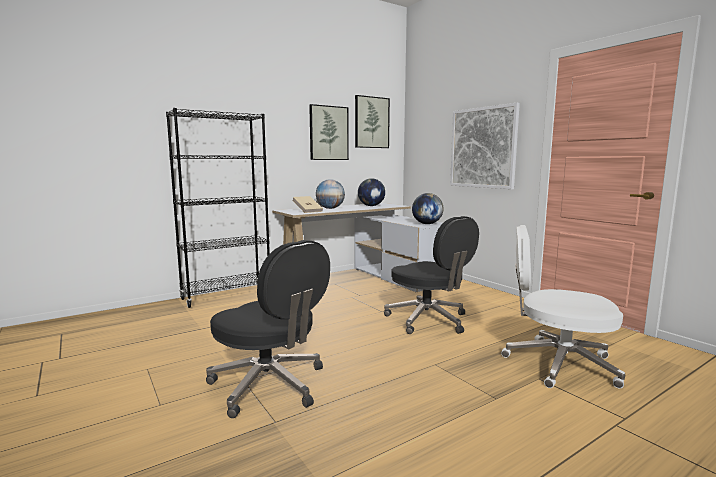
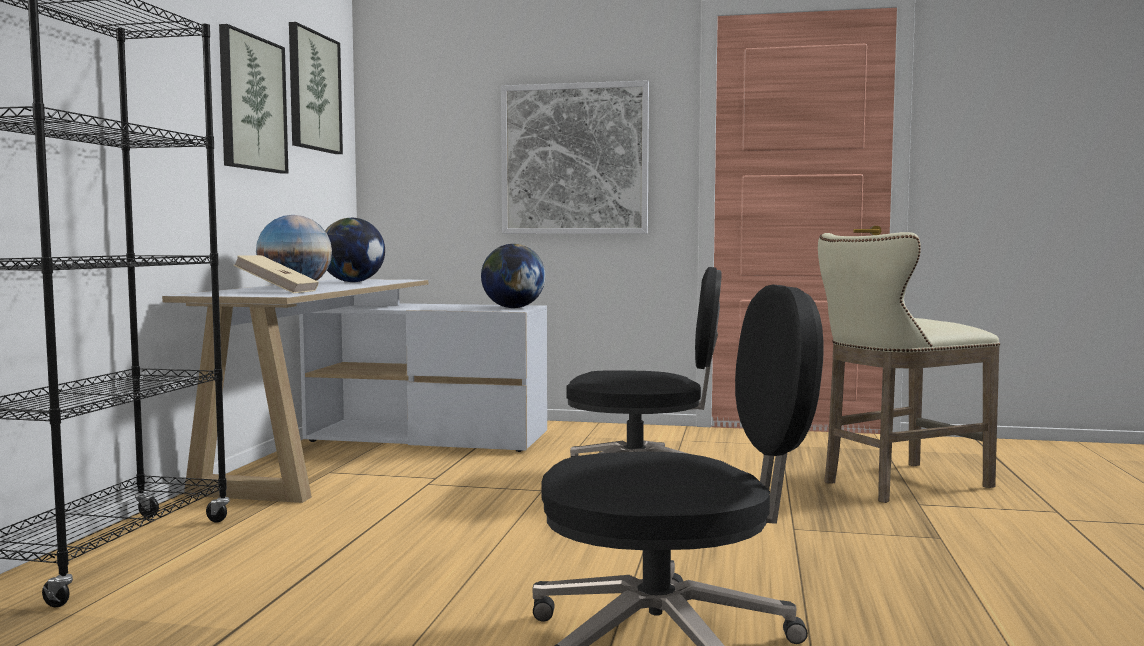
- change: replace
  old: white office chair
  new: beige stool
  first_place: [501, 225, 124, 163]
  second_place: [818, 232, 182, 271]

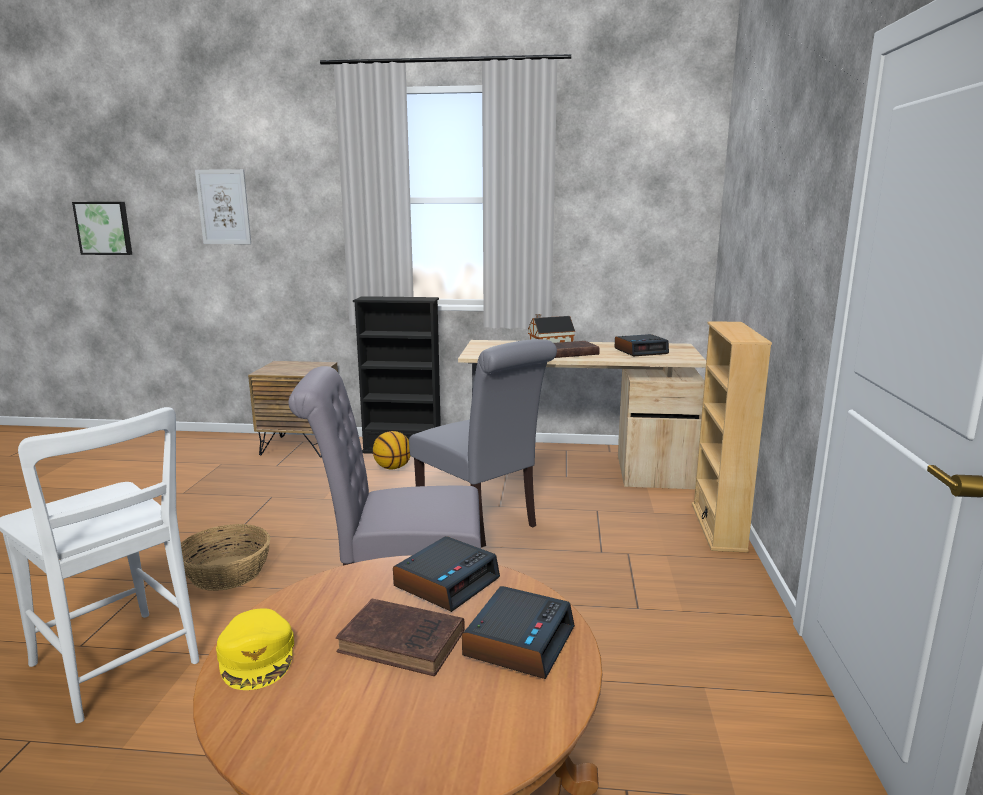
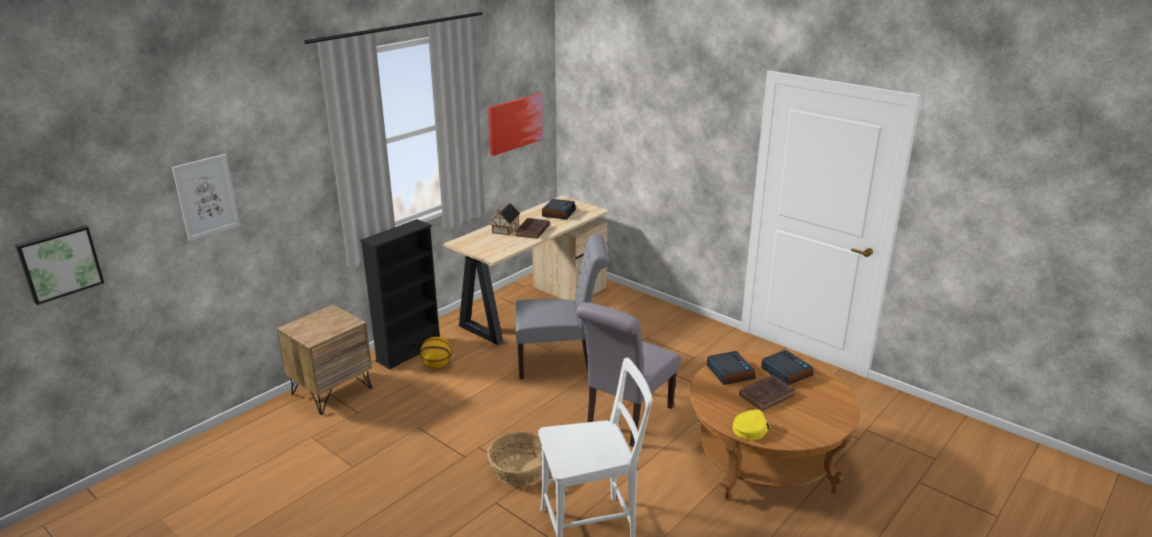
- change: insert
  new: picture
  second_place: [488, 94, 55, 62]
- change: rotate
  old: yellow cap
  first_place: [216, 608, 78, 82]
  second_place: [733, 409, 38, 31]
  degrees: -60
- change: delete
  old: beige bookcase
  first_place: [692, 321, 80, 232]

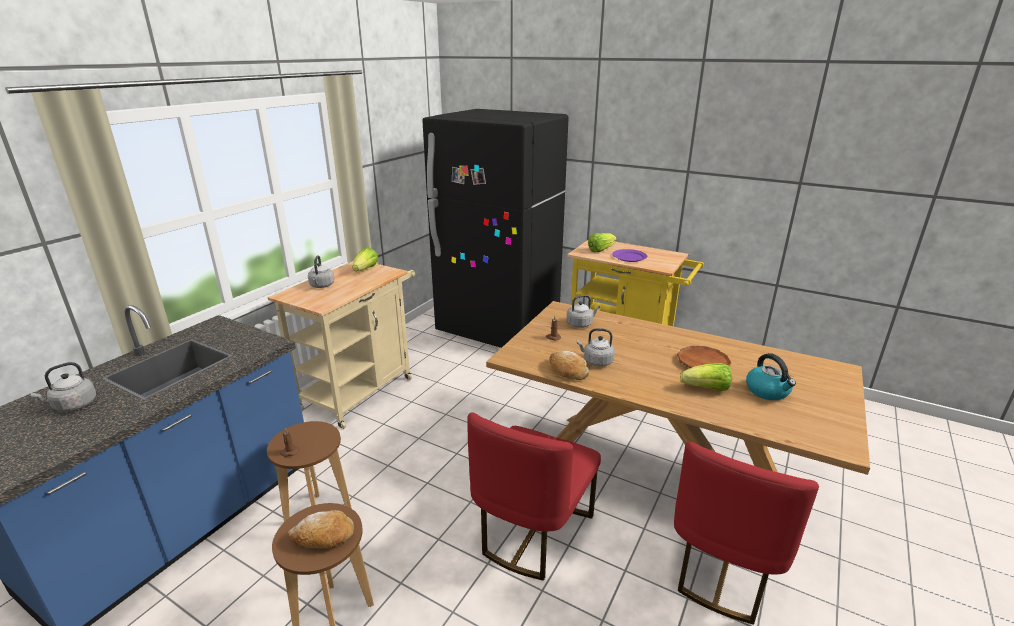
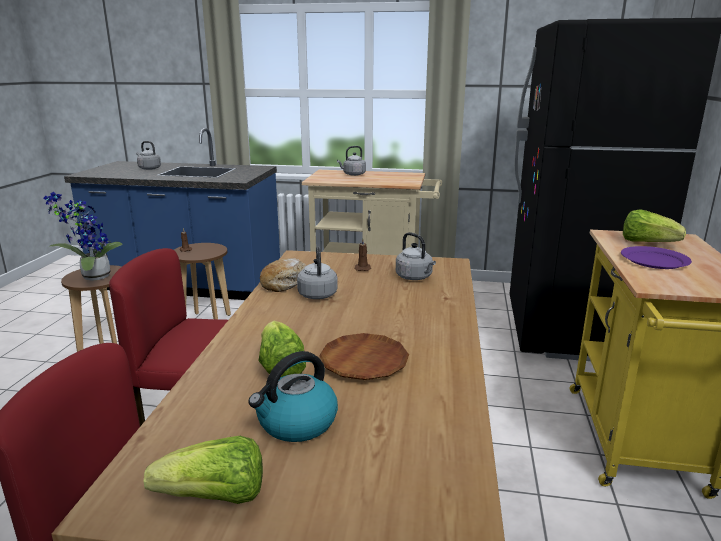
- change: replace
  old: bread
  new: potted plant
  first_place: [288, 510, 66, 39]
  second_place: [44, 192, 79, 89]
- change: move
  old: lettuce
  first_place: [352, 248, 26, 23]
  second_place: [144, 436, 119, 68]

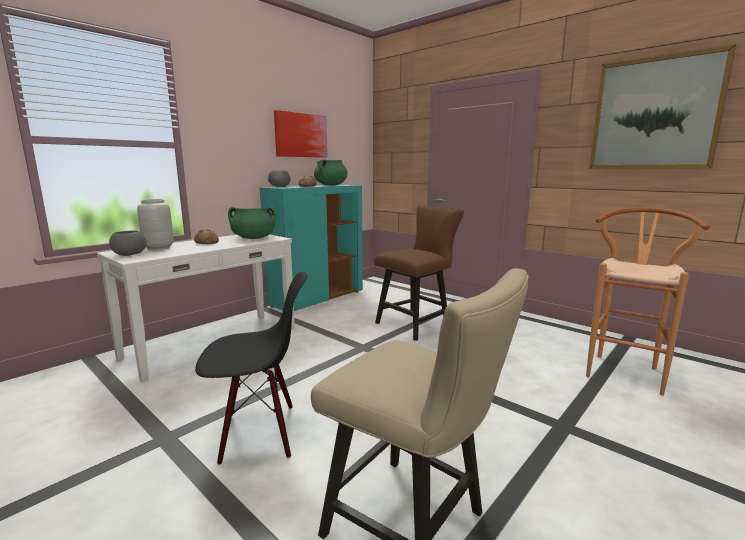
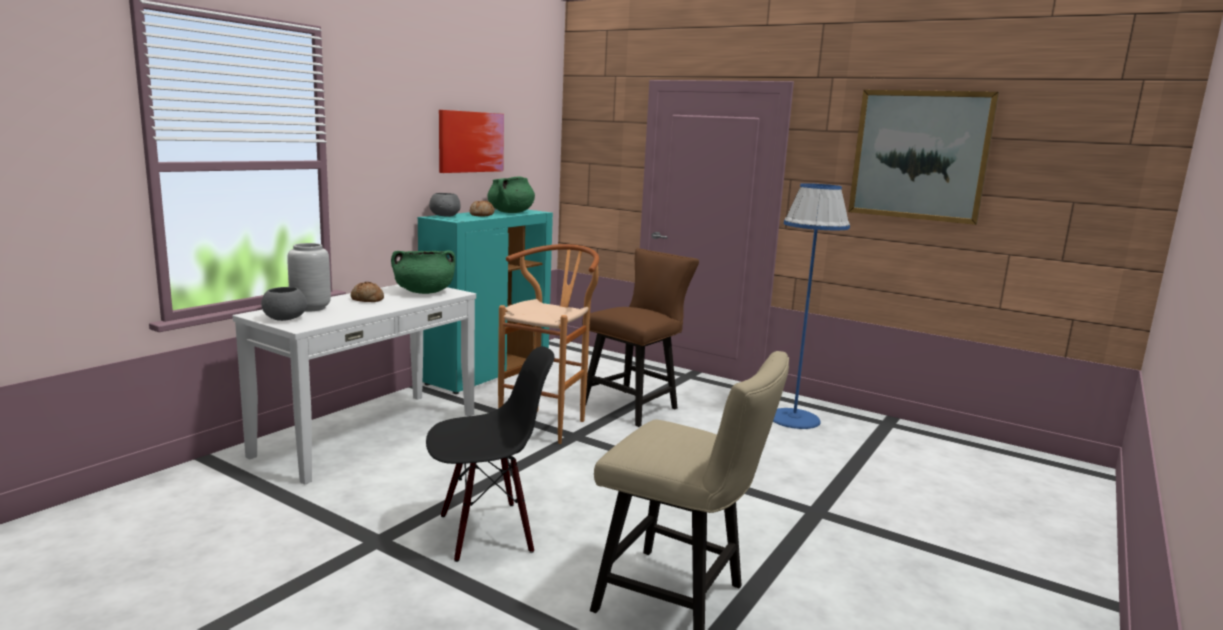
- change: move
  old: brown stool
  first_place: [586, 207, 124, 189]
  second_place: [498, 244, 101, 200]
- change: insert
  new: blue floor lamp
  second_place: [773, 183, 77, 246]

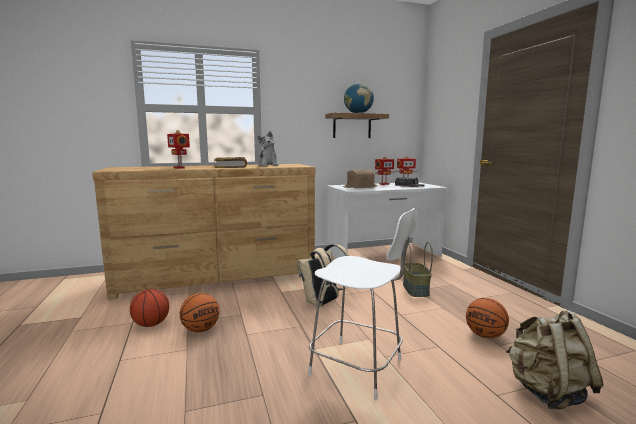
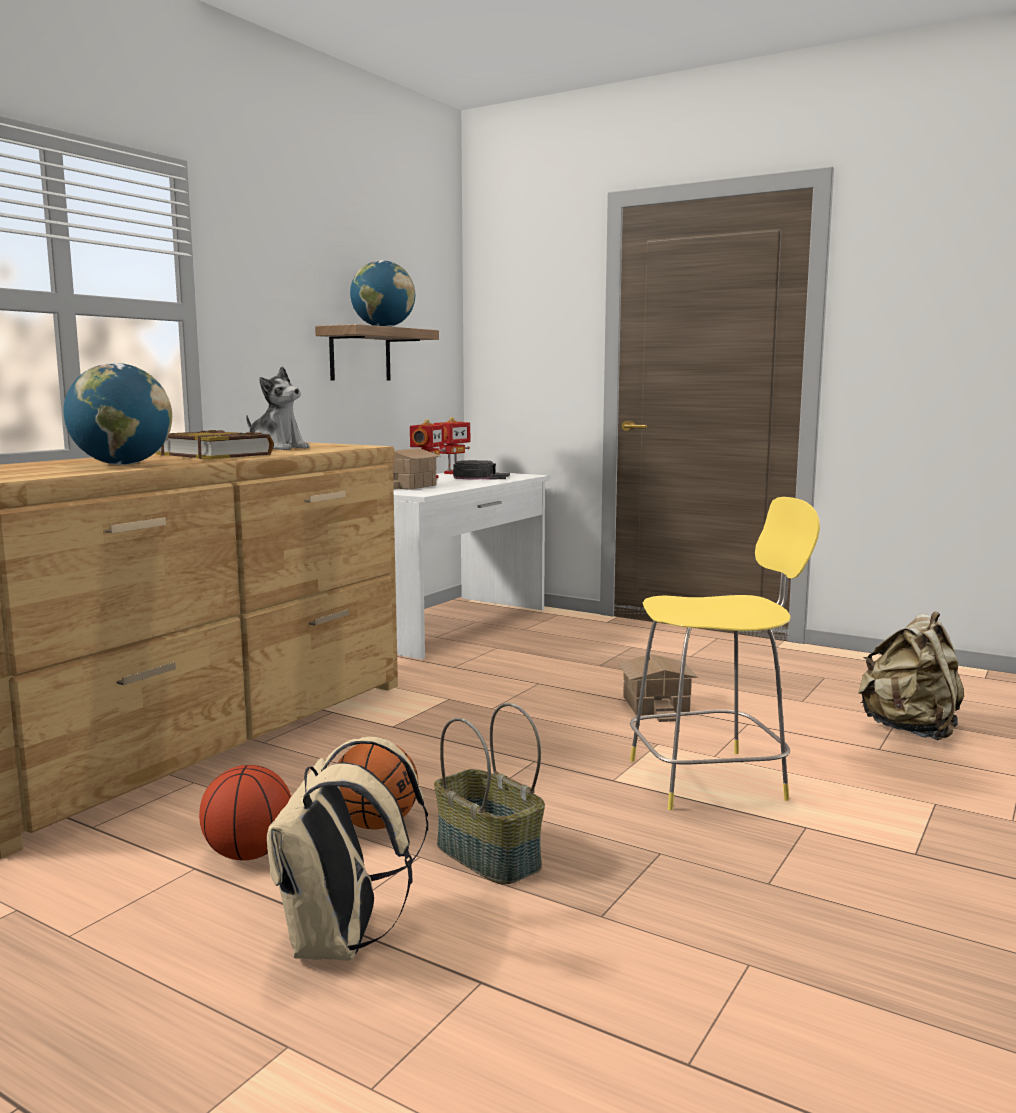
- change: replace
  old: toy robot
  new: globe
  first_place: [167, 130, 23, 39]
  second_place: [63, 363, 109, 102]
- change: move
  old: beige backpack
  first_place: [297, 244, 52, 63]
  second_place: [267, 737, 161, 224]
- change: move
  old: basket
  first_place: [403, 242, 30, 55]
  second_place: [434, 703, 111, 182]
- change: insert
  new: toy house
  second_place: [618, 654, 80, 68]
- change: recolor
  old: white stool
  new: yellow stool
  first_place: [308, 208, 110, 192]
  second_place: [630, 497, 190, 313]
- change: delete
  old: basketball
  first_place: [466, 298, 43, 41]

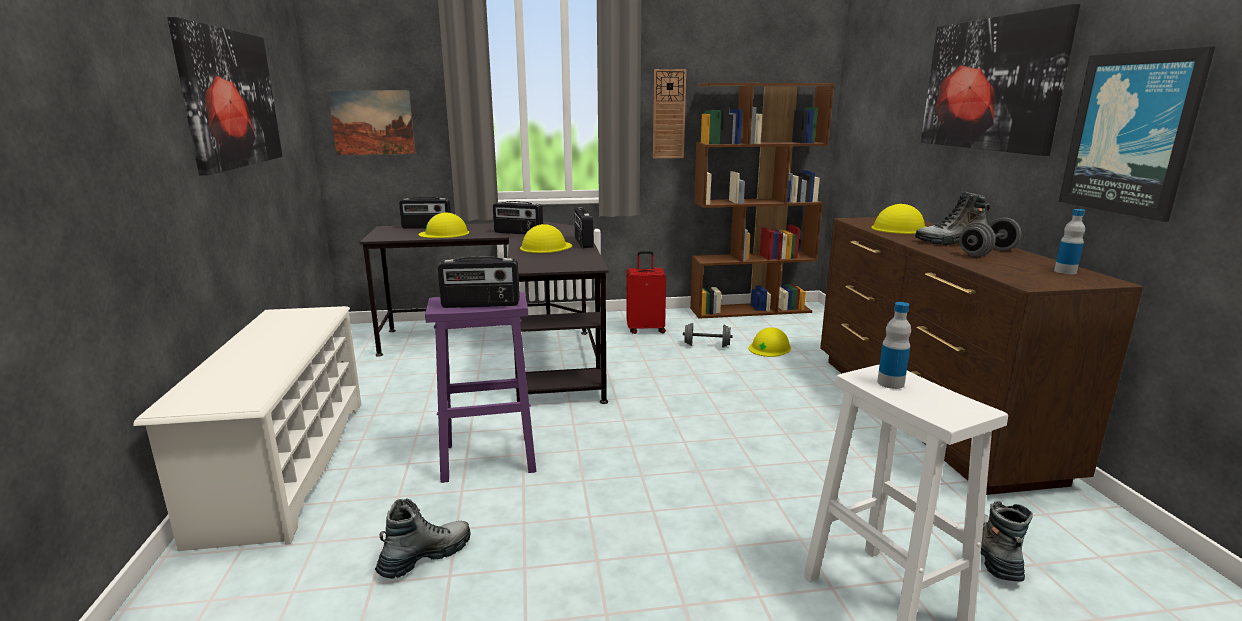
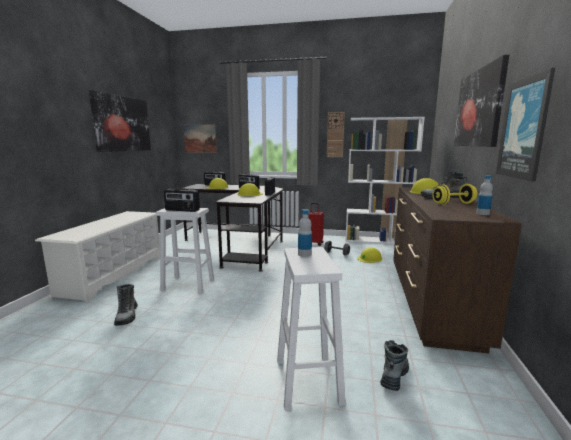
- change: rotate
  old: boot
  first_place: [375, 498, 95, 81]
  second_place: [114, 284, 24, 42]
  degrees: 105
- change: recolor
  old: purple stool
  new: white stool
  first_place: [425, 292, 111, 191]
  second_place: [156, 208, 58, 86]
- change: recolor
  old: brown bookcase
  new: white bookcase
  first_place: [690, 83, 145, 236]
  second_place: [345, 117, 80, 127]
- change: recolor
  old: grey dumbbell
  new: yellow dumbbell
  first_place: [959, 217, 63, 40]
  second_place: [432, 184, 46, 21]

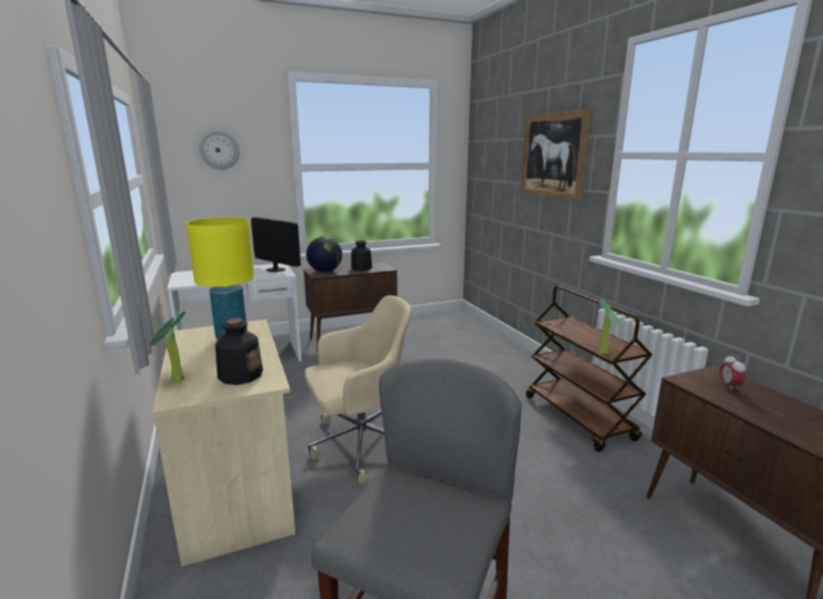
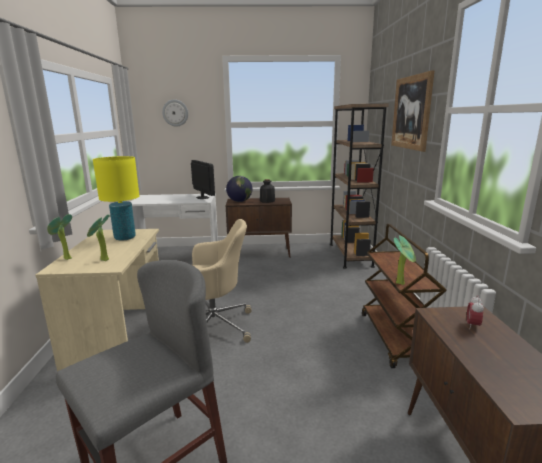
- change: replace
  old: bottle
  new: potted plant
  first_place: [215, 318, 48, 67]
  second_place: [87, 214, 23, 47]
- change: insert
  new: brown bookcase
  second_place: [330, 104, 59, 165]

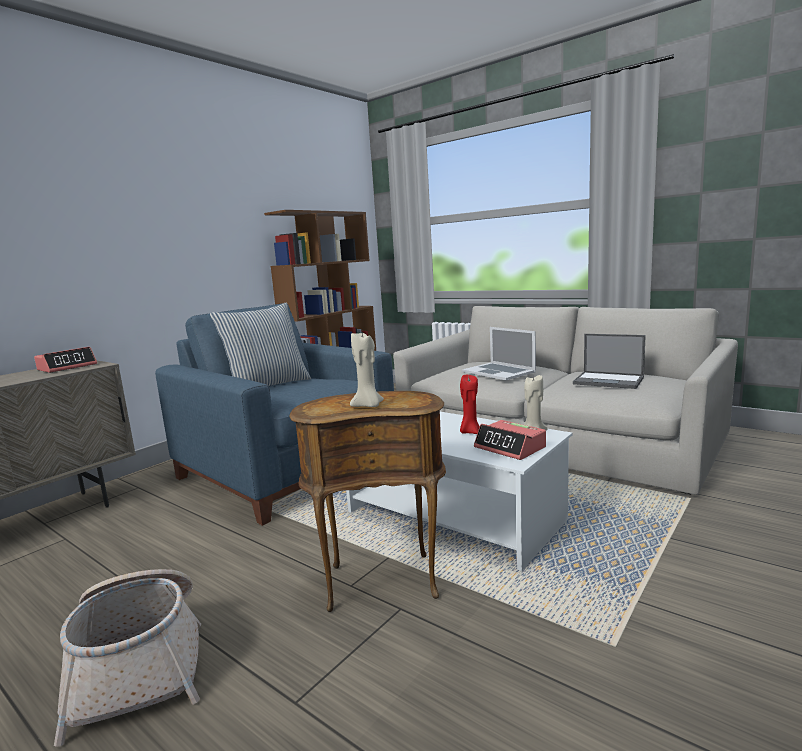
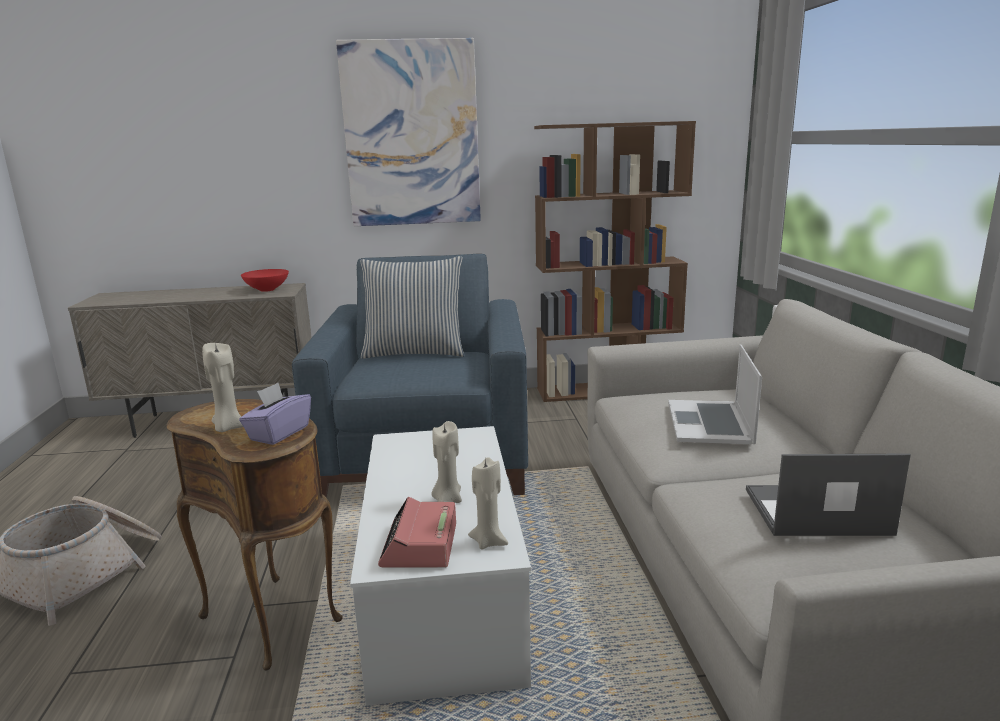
- change: insert
  new: purple tissue box
  second_place: [239, 383, 72, 62]
- change: replace
  old: alarm clock
  new: red bowl
  first_place: [34, 347, 63, 26]
  second_place: [241, 269, 48, 23]
- change: insert
  new: picture
  second_place: [336, 38, 145, 188]
- change: recolor
  old: red candle
  new: beige candle
  first_place: [460, 375, 20, 59]
  second_place: [431, 421, 31, 82]
- change: rotate
  old: laptop
  first_place: [573, 334, 73, 55]
  second_place: [746, 453, 165, 83]
  degrees: 105

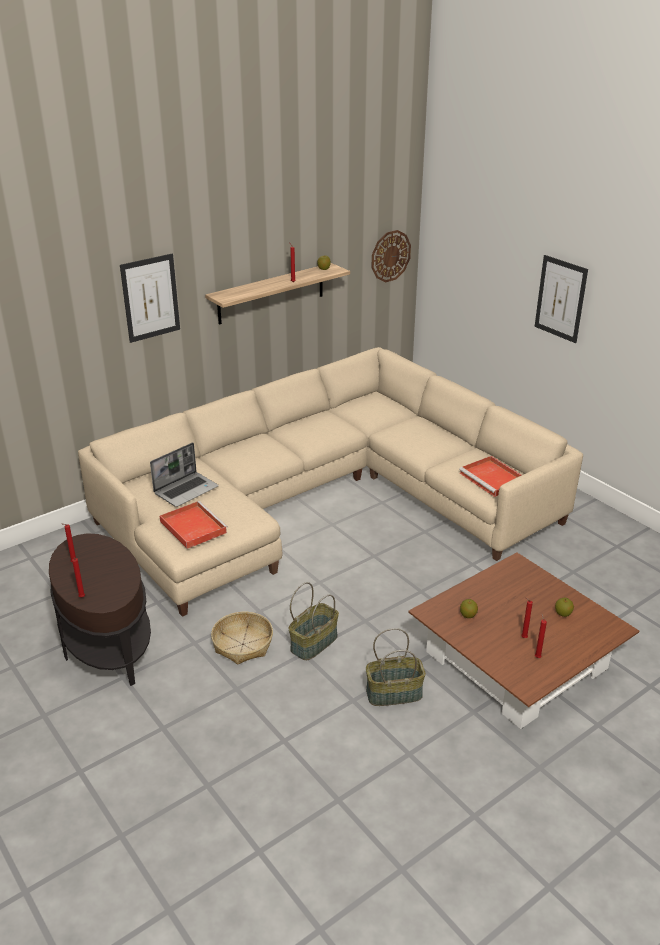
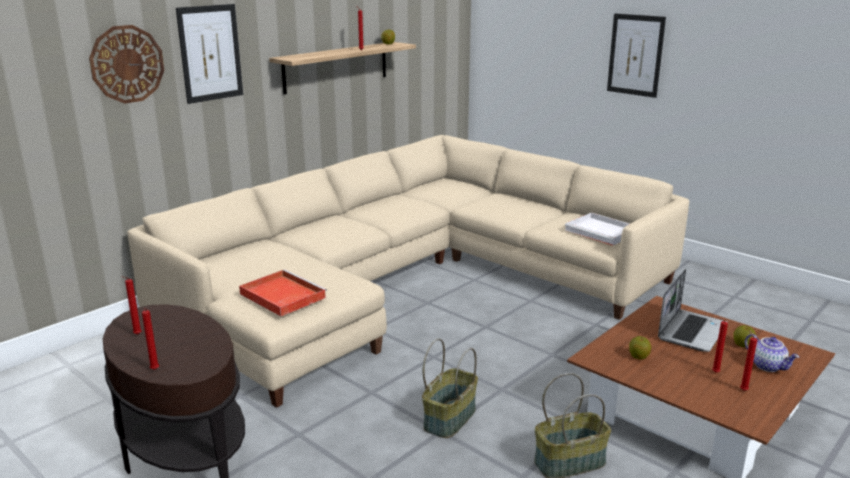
- change: move
  old: wall clock
  first_place: [371, 230, 40, 52]
  second_place: [89, 25, 75, 79]
- change: recolor
  old: red tray
  new: white tray
  first_place: [459, 456, 62, 41]
  second_place: [565, 213, 64, 33]
- change: move
  old: laptop
  first_place: [150, 442, 69, 65]
  second_place: [658, 269, 70, 83]
- change: insert
  new: teapot
  second_place: [745, 334, 54, 38]
- change: delete
  old: basket
  first_place: [211, 612, 62, 52]

